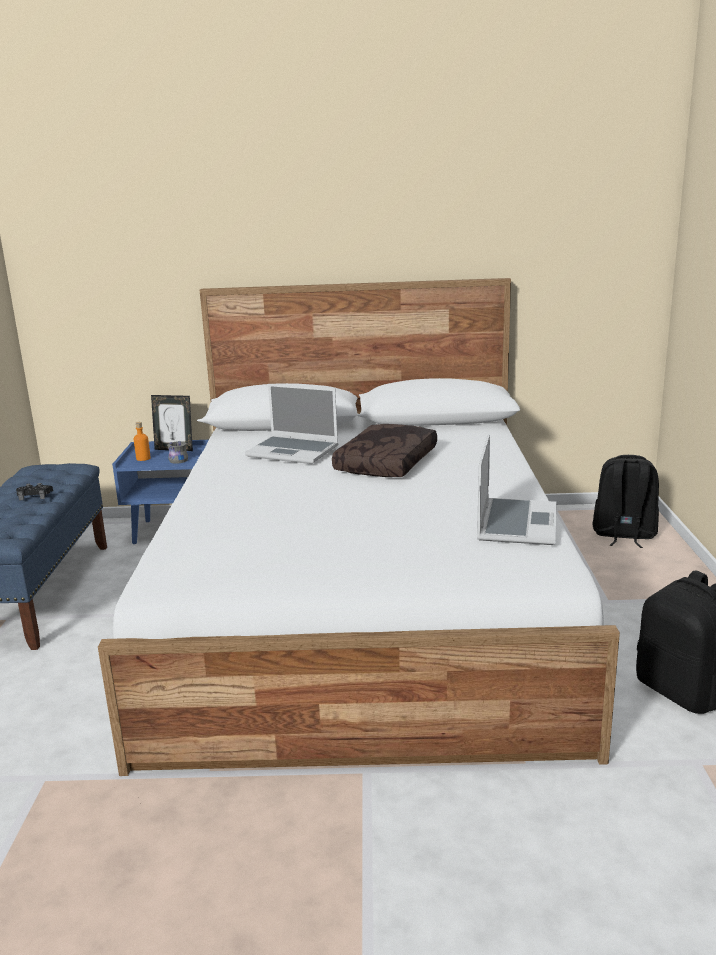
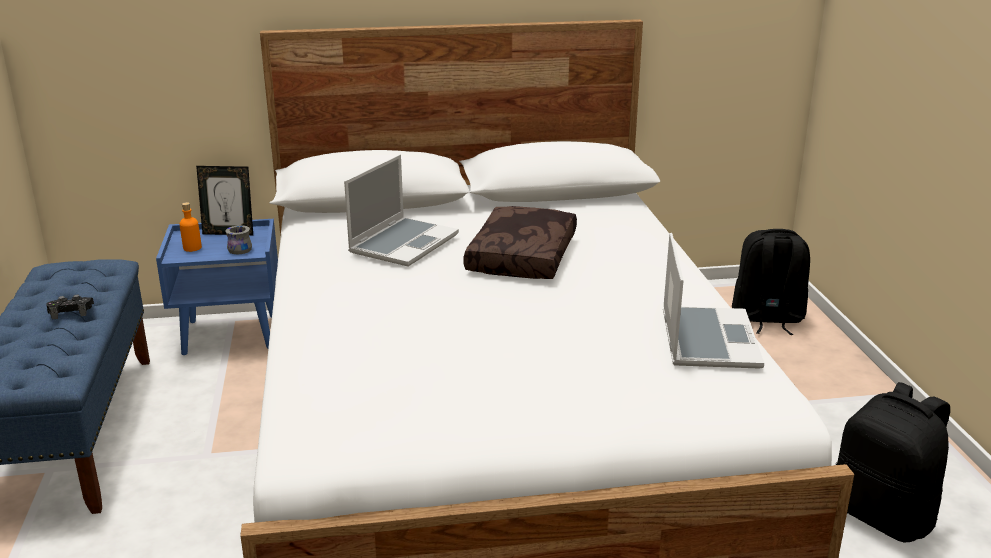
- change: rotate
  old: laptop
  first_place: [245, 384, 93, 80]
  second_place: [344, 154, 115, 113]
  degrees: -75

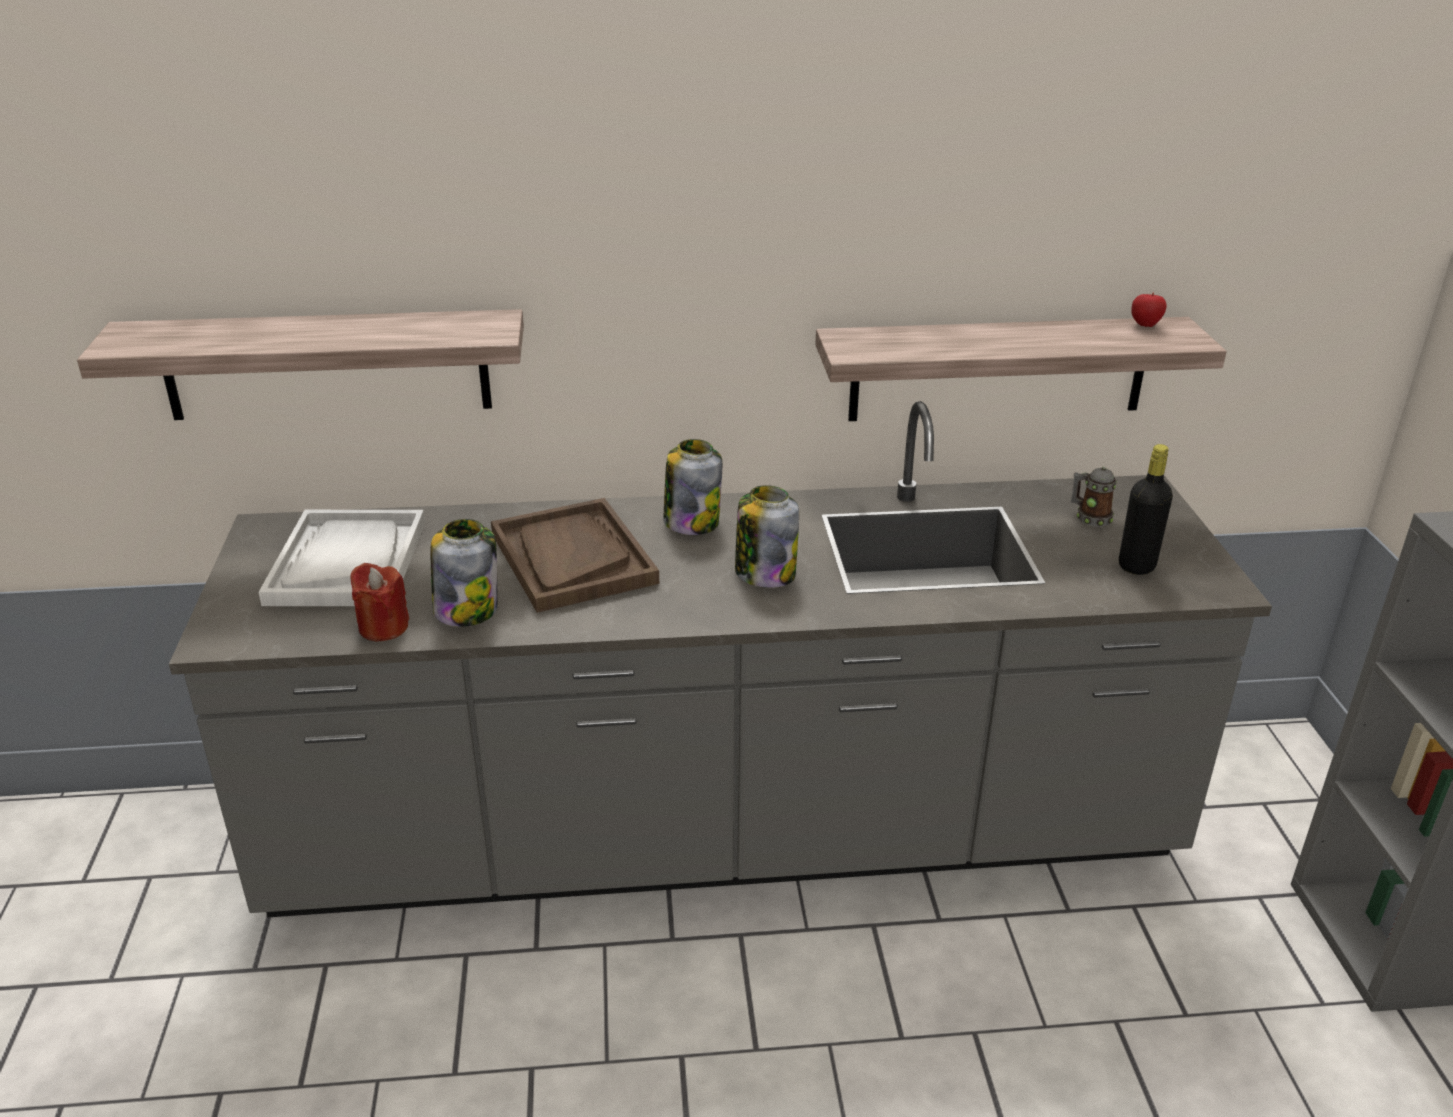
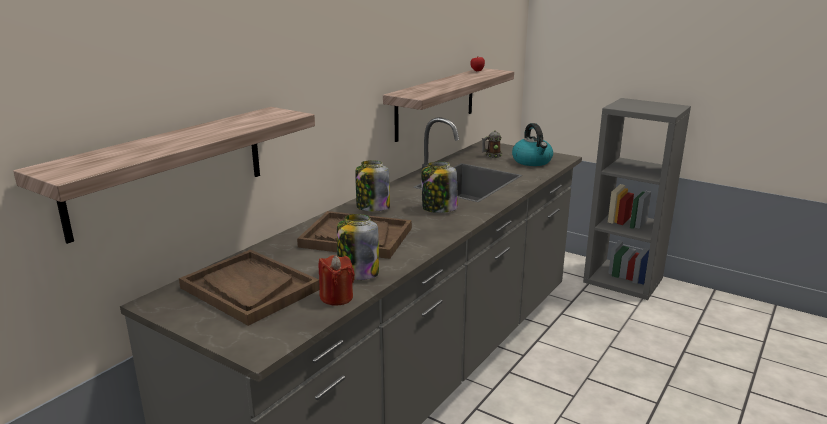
- change: recolor
  old: white tray
  new: brown tray
  first_place: [259, 510, 166, 96]
  second_place: [179, 250, 141, 76]
- change: replace
  old: black bottle
  new: kettle
  first_place: [1119, 444, 54, 131]
  second_place: [512, 123, 41, 43]

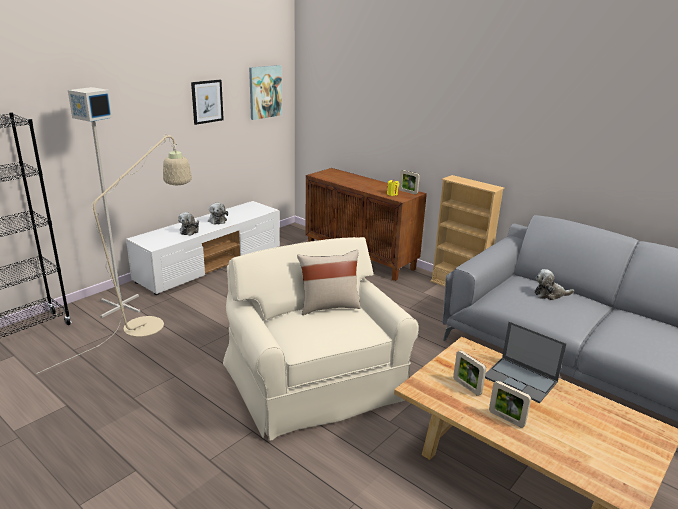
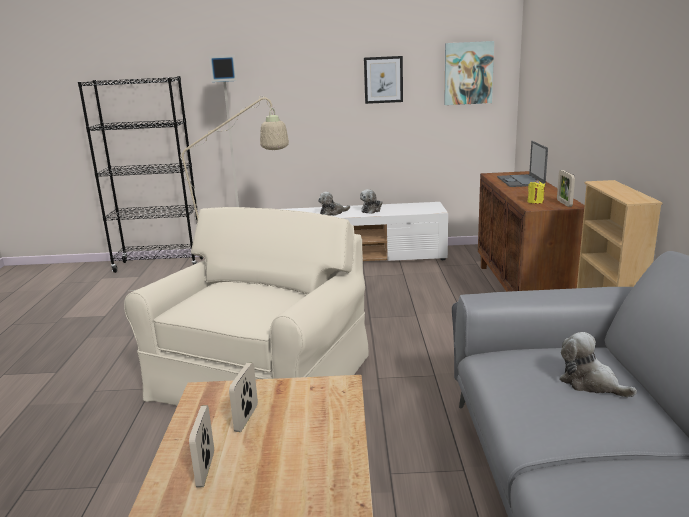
- change: move
  old: laptop
  first_place: [485, 321, 82, 82]
  second_place: [497, 141, 51, 46]
- change: delete
  old: beige pillow
  first_place: [297, 250, 64, 65]

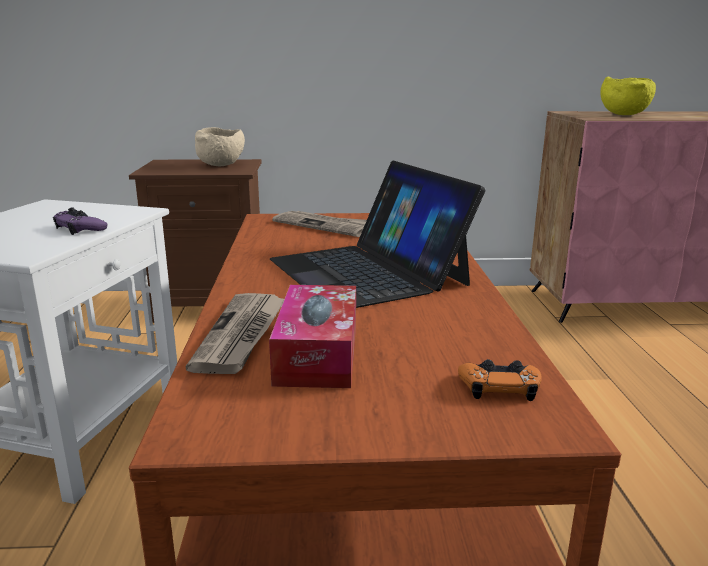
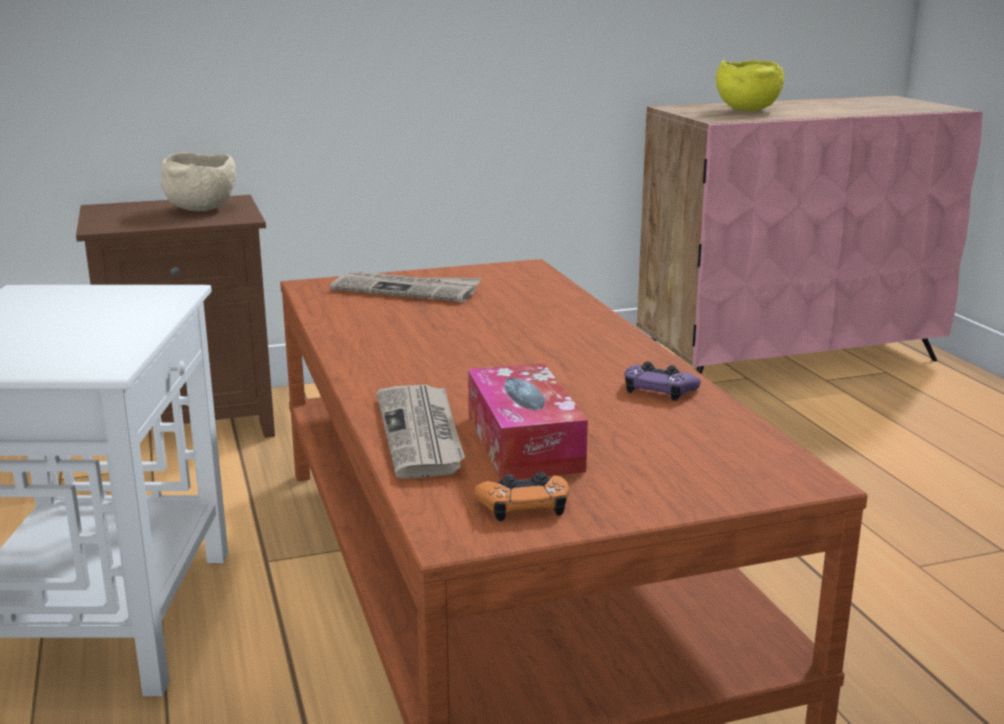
- change: move
  old: orange game controller
  first_place: [458, 359, 84, 42]
  second_place: [474, 472, 95, 49]
- change: move
  old: purple game controller
  first_place: [53, 207, 55, 28]
  second_place: [624, 361, 77, 40]
- change: delete
  old: laptop
  first_place: [270, 160, 216, 148]

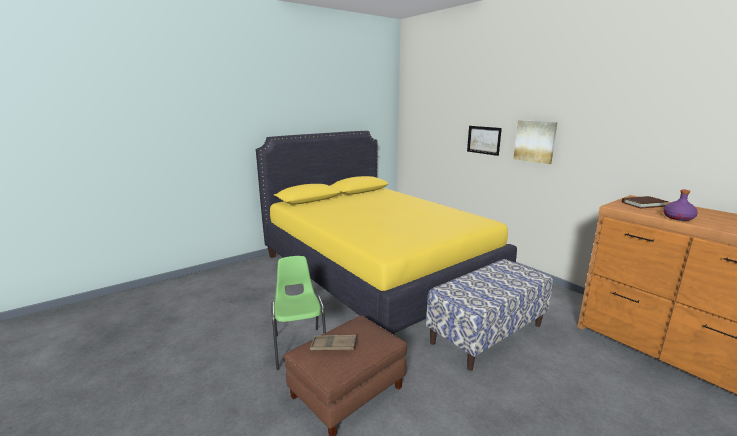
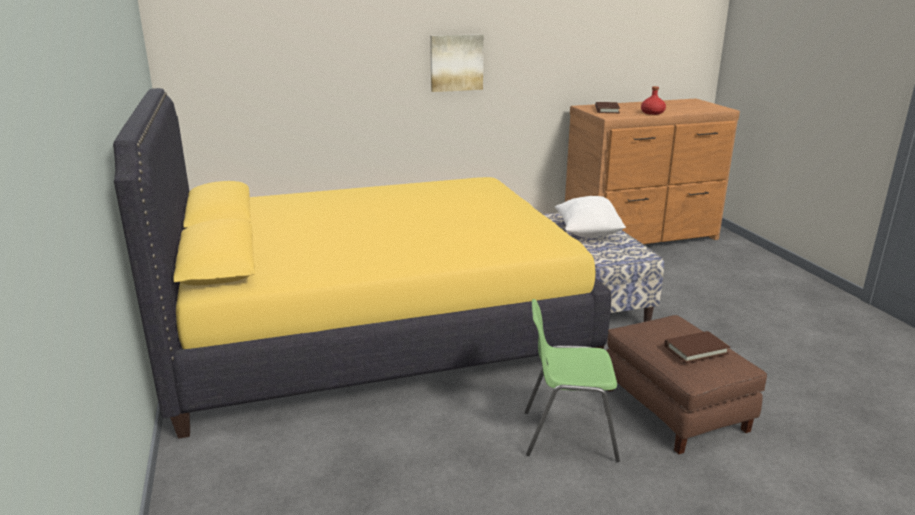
- change: insert
  new: white pillow
  second_place: [555, 196, 71, 42]
- change: recolor
  old: purple bottle
  new: red bottle
  first_place: [663, 190, 35, 31]
  second_place: [641, 86, 25, 29]
- change: replace
  old: brown tray
  new: brown book
  first_place: [310, 335, 46, 15]
  second_place: [664, 331, 66, 32]
- change: delete
  old: picture
  first_place: [467, 126, 35, 30]

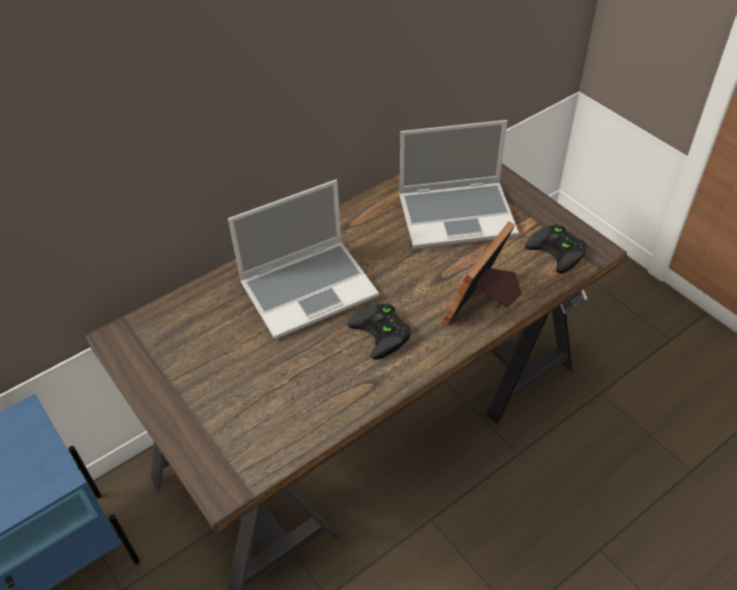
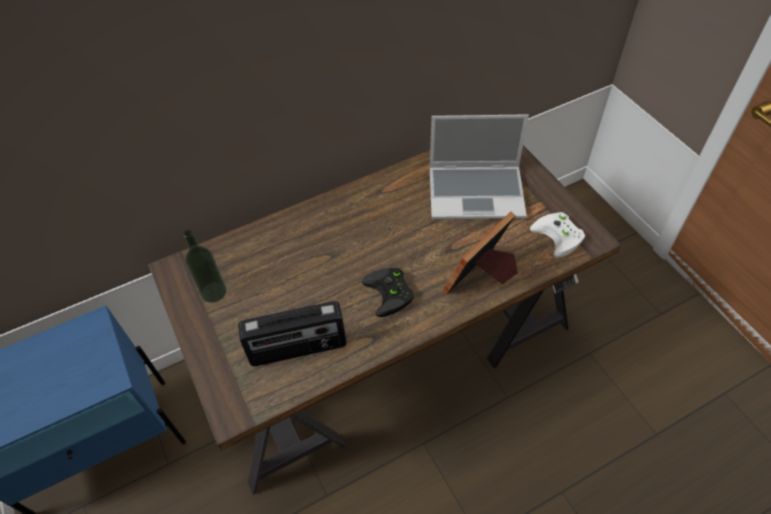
- change: insert
  new: bottle
  second_place: [183, 230, 43, 73]
- change: insert
  new: radio
  second_place: [238, 301, 109, 65]
- change: recolor
  old: black game controller
  new: white game controller
  first_place: [525, 225, 62, 49]
  second_place: [530, 212, 55, 46]
- change: delete
  old: laptop
  first_place: [228, 180, 151, 159]

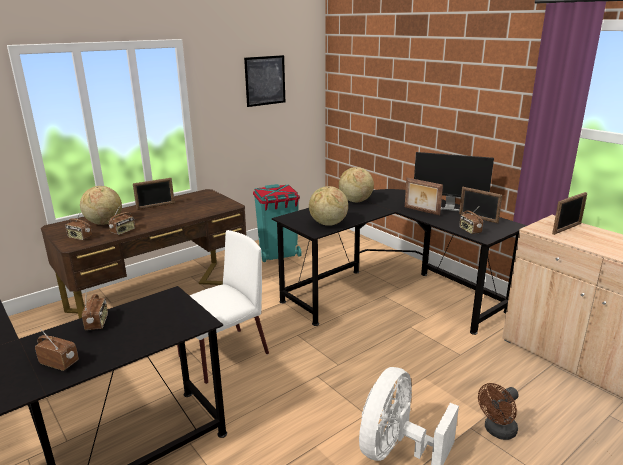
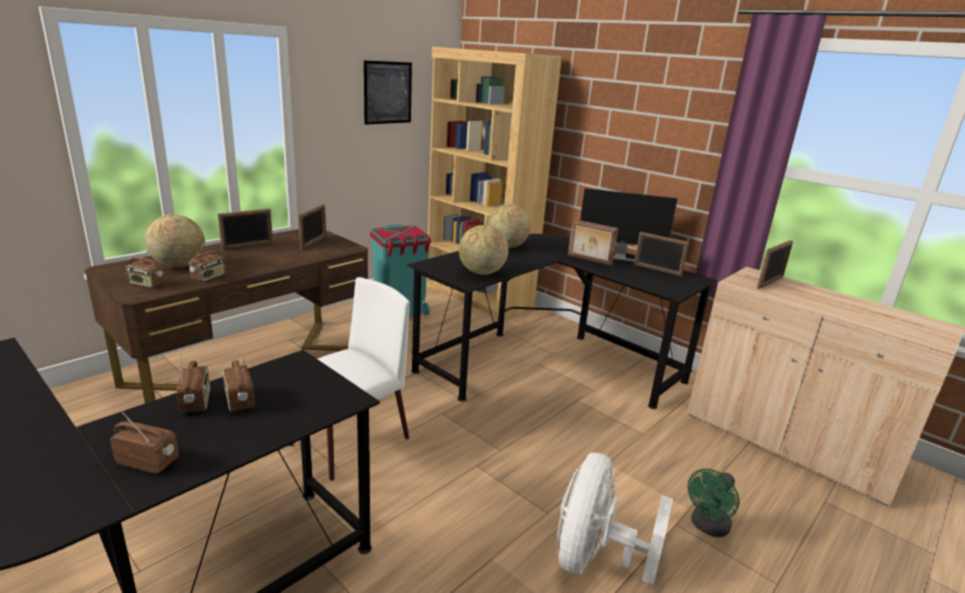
- change: move
  old: radio
  first_place: [460, 208, 23, 26]
  second_place: [221, 356, 34, 56]
- change: insert
  new: picture frame
  second_place: [298, 204, 28, 46]
- change: insert
  new: brown bookcase
  second_place: [426, 47, 136, 273]
- change: recolor
  old: brown fan
  new: green fan
  first_place: [478, 383, 41, 57]
  second_place: [687, 469, 52, 68]

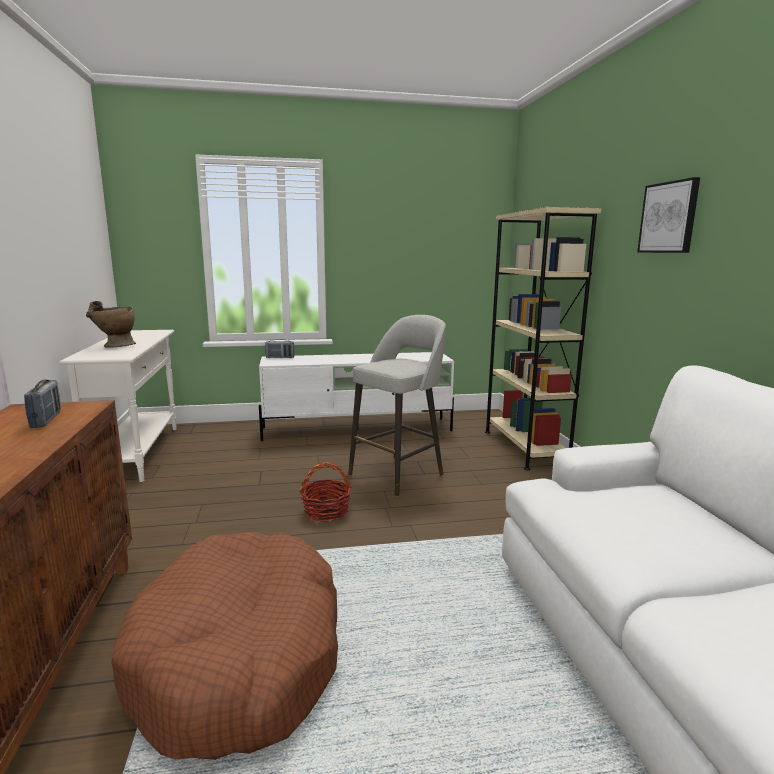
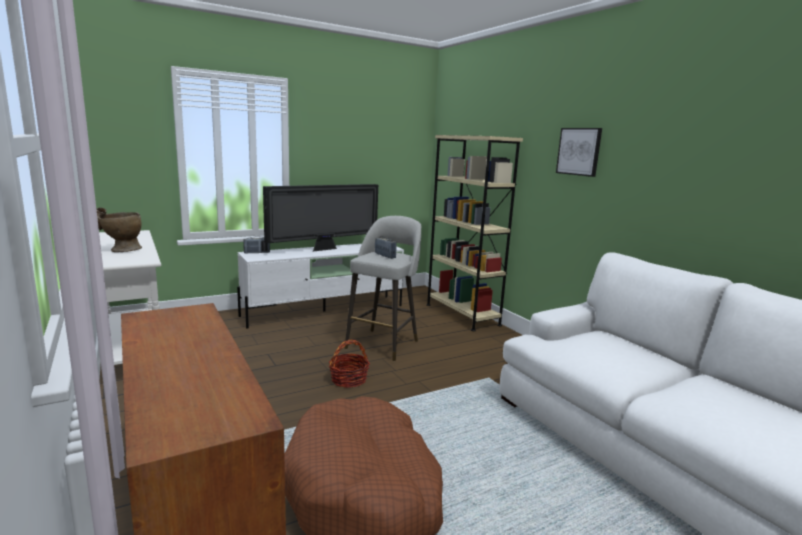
- change: insert
  new: television
  second_place: [263, 184, 115, 68]
- change: move
  old: radio
  first_place: [24, 380, 37, 48]
  second_place: [375, 237, 21, 22]

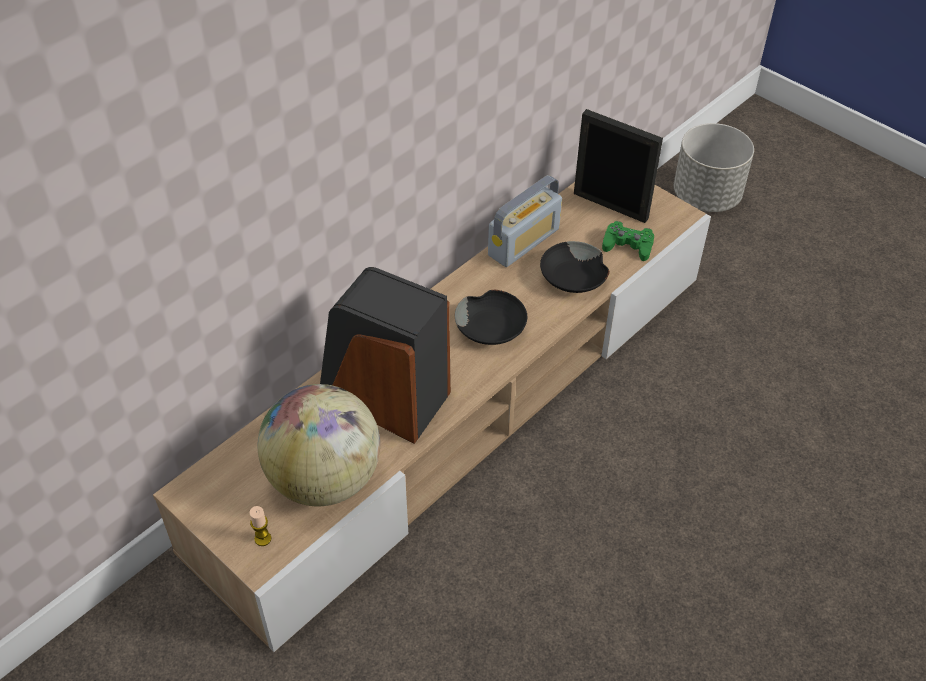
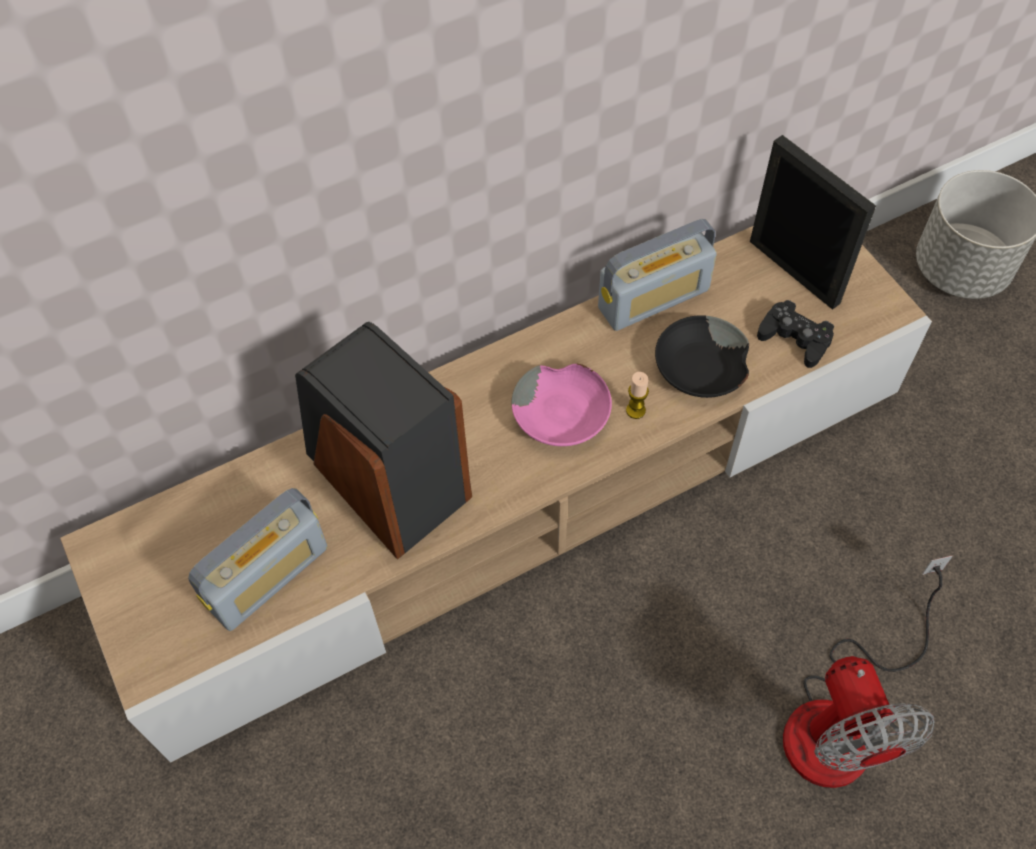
- change: replace
  old: globe
  new: radio
  first_place: [257, 384, 123, 122]
  second_place: [188, 488, 139, 143]
- change: recolor
  old: black bowl
  new: pink bowl
  first_place: [455, 290, 72, 55]
  second_place: [511, 363, 101, 83]
- change: move
  old: candle
  first_place: [250, 506, 22, 40]
  second_place: [626, 372, 23, 47]
- change: recolor
  old: green game controller
  new: black game controller
  first_place: [602, 221, 52, 40]
  second_place: [757, 300, 77, 68]
- change: insert
  new: fan
  second_place: [783, 555, 170, 233]

